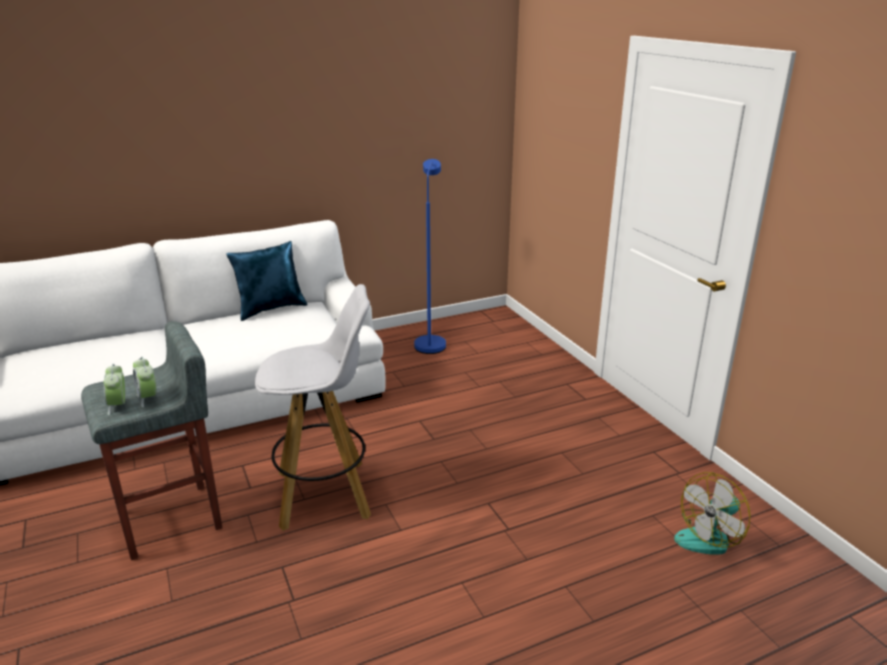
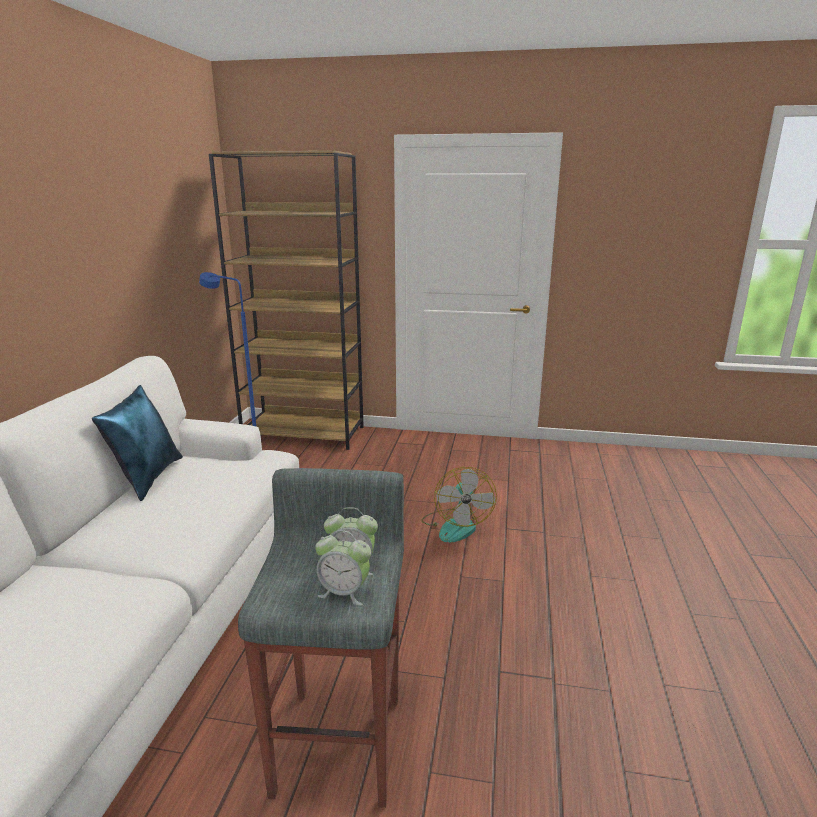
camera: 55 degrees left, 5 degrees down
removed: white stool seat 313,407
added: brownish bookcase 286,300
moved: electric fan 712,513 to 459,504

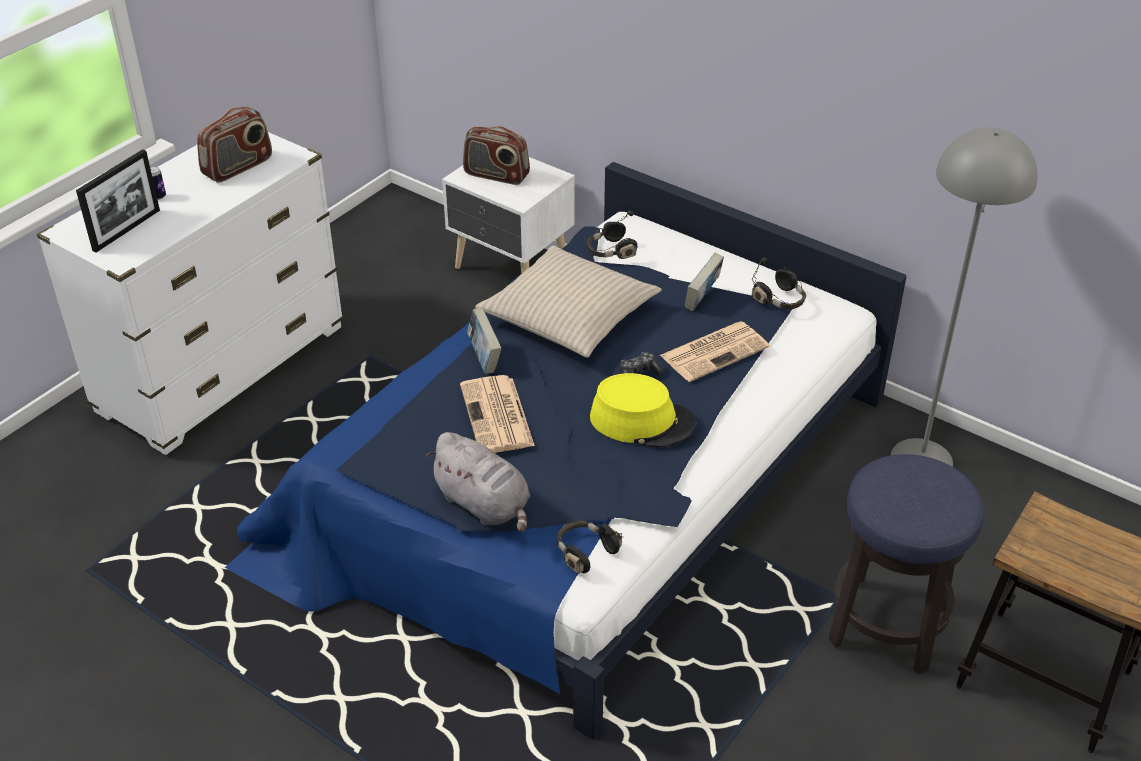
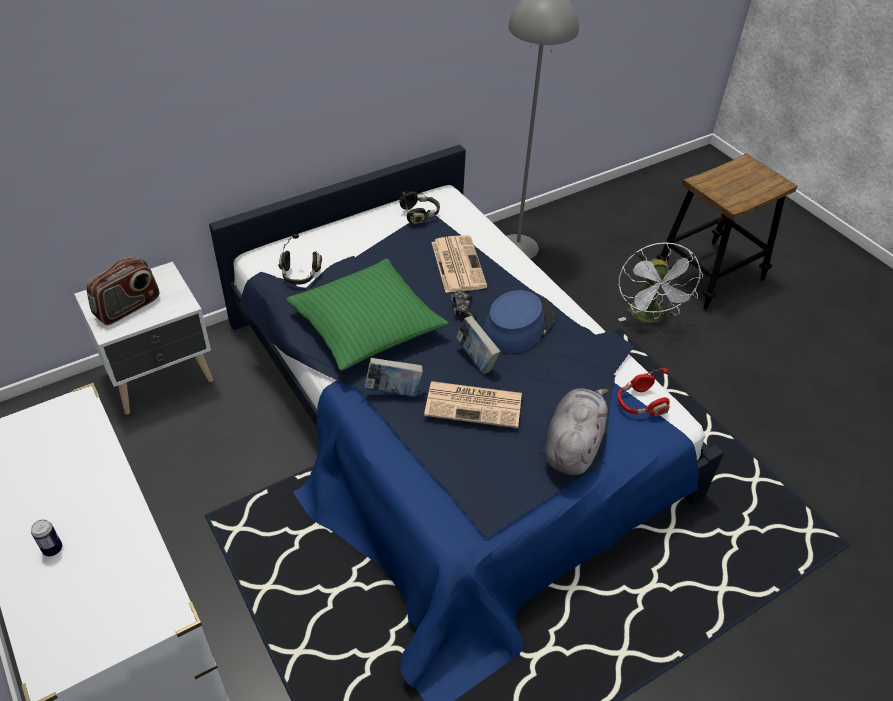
camera: 70 degrees left, 5 degrees up
removed: picture frame 118,201; radio 234,145
moved: volume 704,282 to 478,345
replaced: stool seat 906,564 to white electric fan 660,283
recoloured: beige-coloured pillow 568,302 to greenish pillow 367,315; black-coloured pair of headphones 590,547 to reddish pair of headphones 644,392; yellowish hat 643,410 to bluish hat 518,322
turned: grey soft toy 478,482 = 576,431 45 degrees counterclockwise

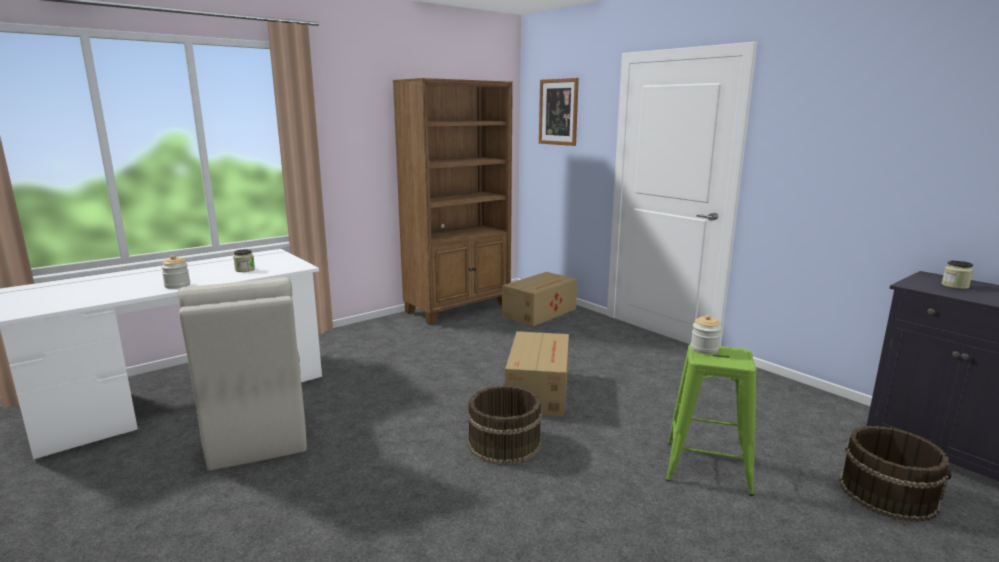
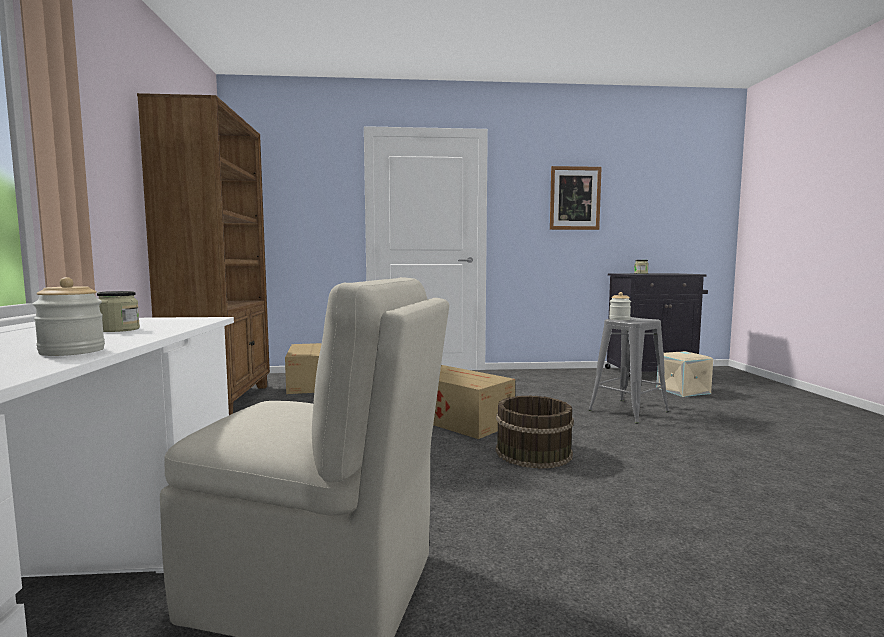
camera: 55 degrees left, 10 degrees down
moved: wall picture 559,112 to 576,198
replaced: brownish bucket 895,473 to beige-coloured storage box 684,374
recoloured: greenish stool seat 711,420 to grey stool seat 629,370

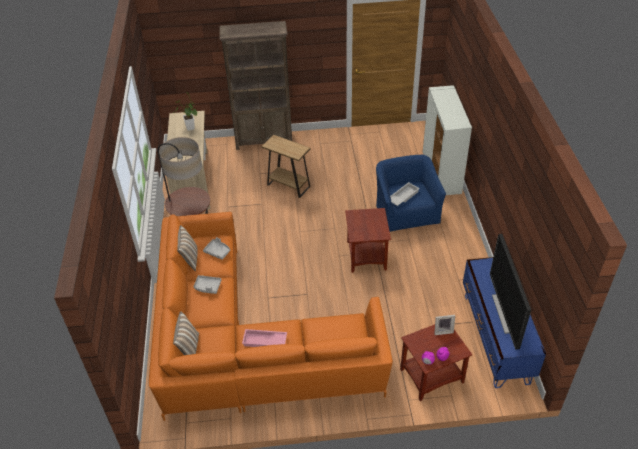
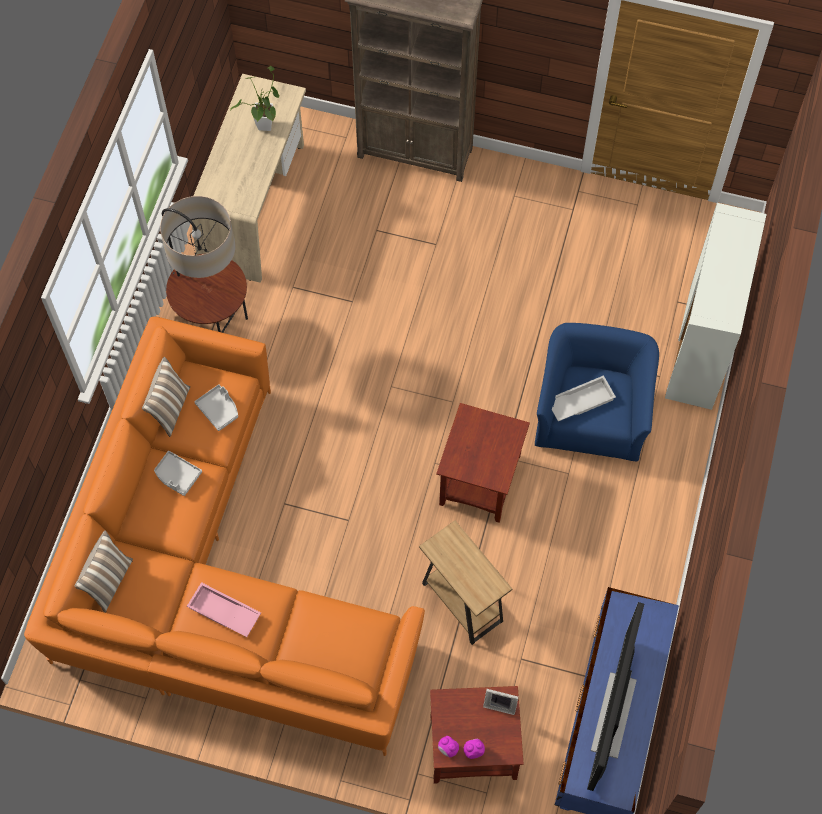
camera: 20 degrees right, 20 degrees up
moved: brownish accent table 286,166 to 465,582

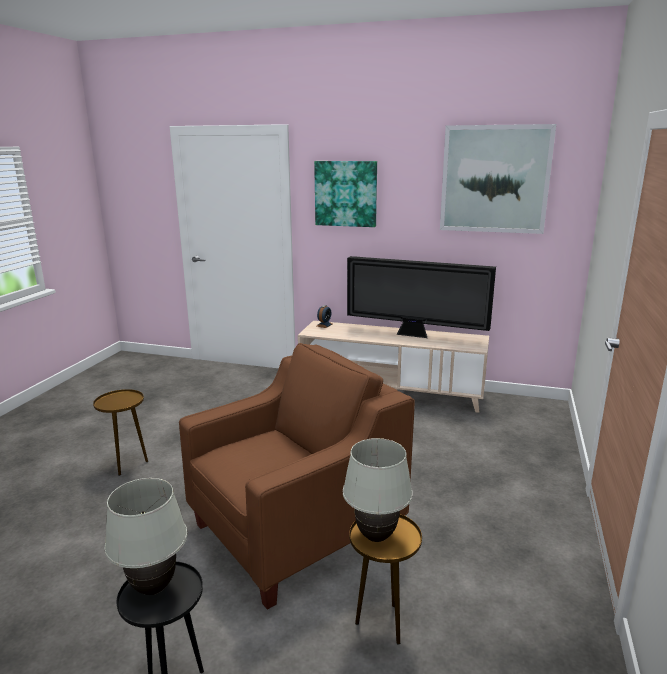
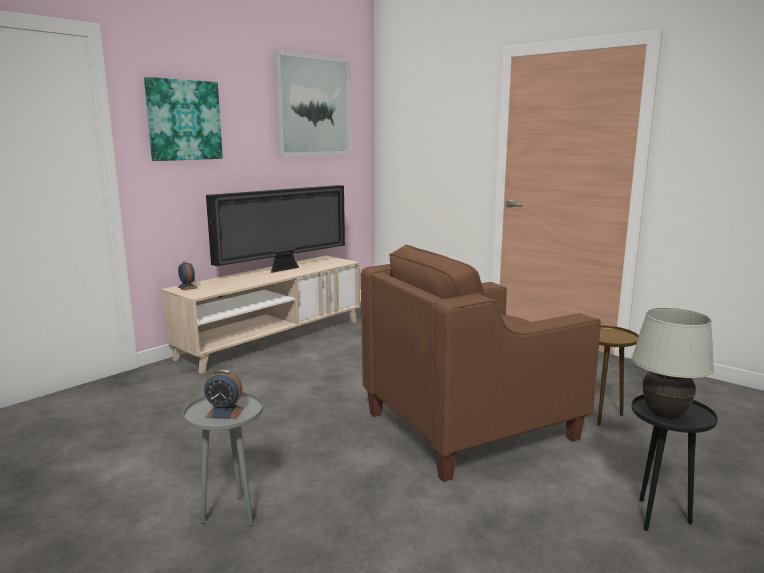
camera: 65 degrees left, 5 degrees down
removed: white lamp for a table 378,490
added: alarm clock 224,394
recoloured: brownish accent table 120,432 to grey accent table 223,459
turned: brownish armchair 297,476 = 481,363 105 degrees counterclockwise

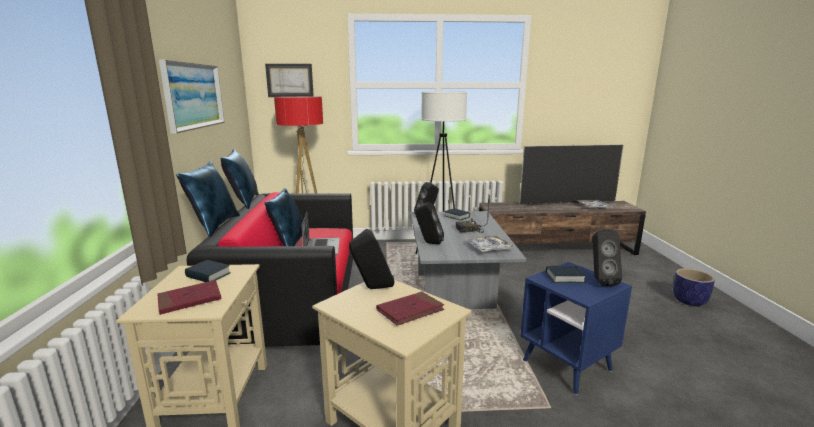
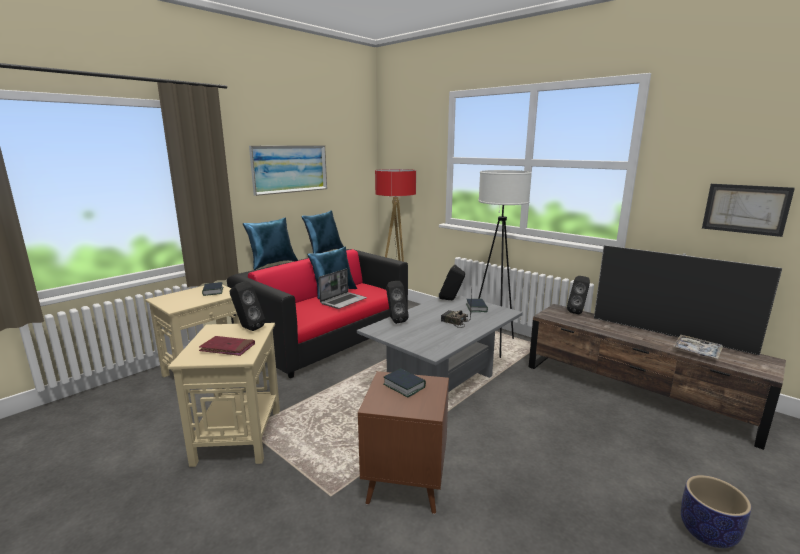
camera: 45 degrees right, 0 degrees up
removed: reddish volume 189,297; tray 490,243
moved: wall picture 289,80 to 748,210; black-coloured loudspeaker 607,257 to 578,295
recoloured: bluish accent table 576,328 to brownish accent table 403,442

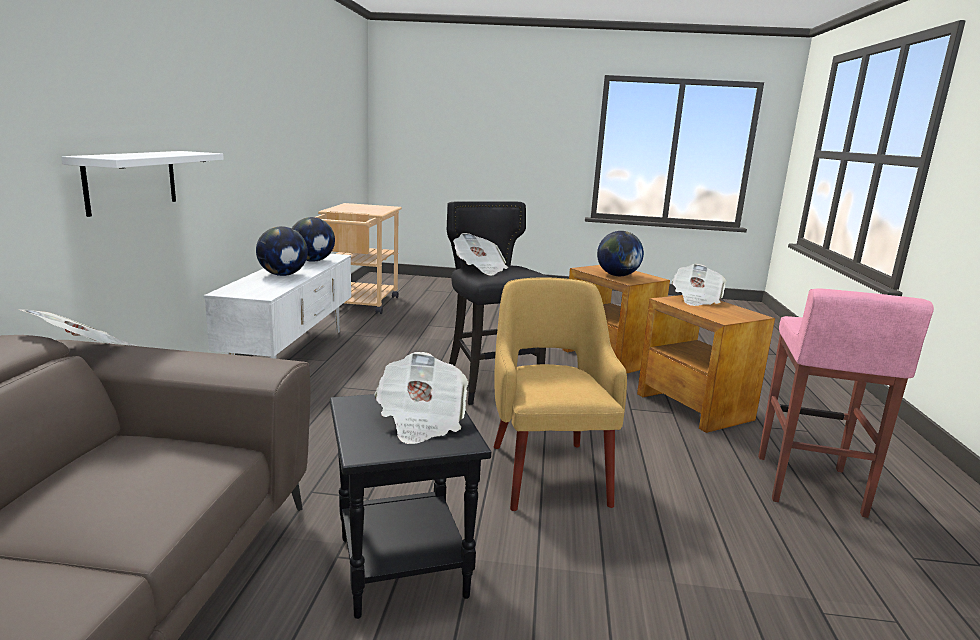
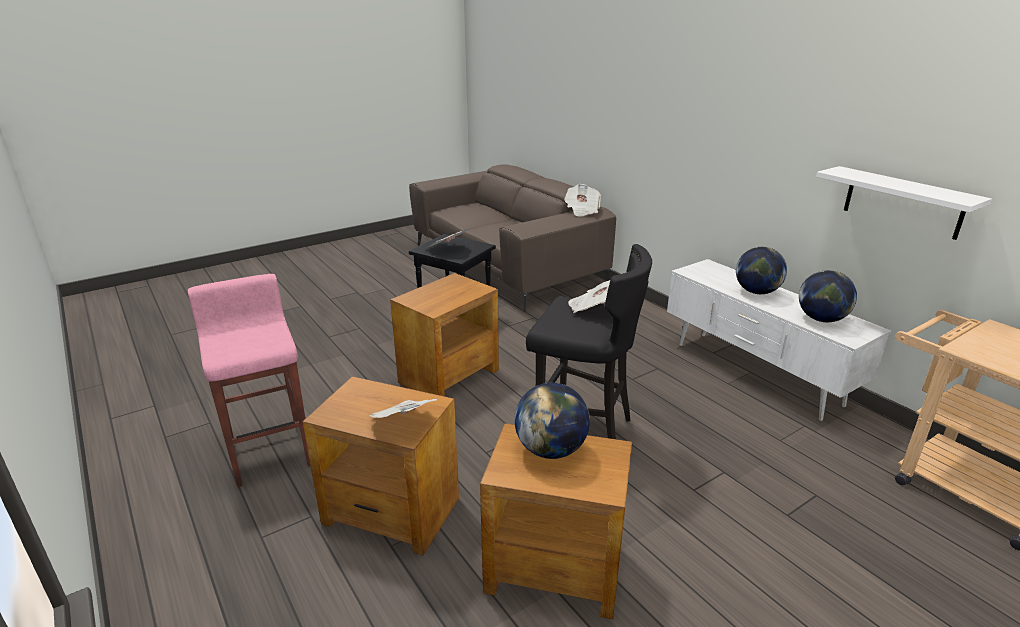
camera: 140 degrees right, 10 degrees up
moved: white wall shelf 142,184 to 904,203
replaced: yellowish armchair 560,394 to brownish accent table 444,334

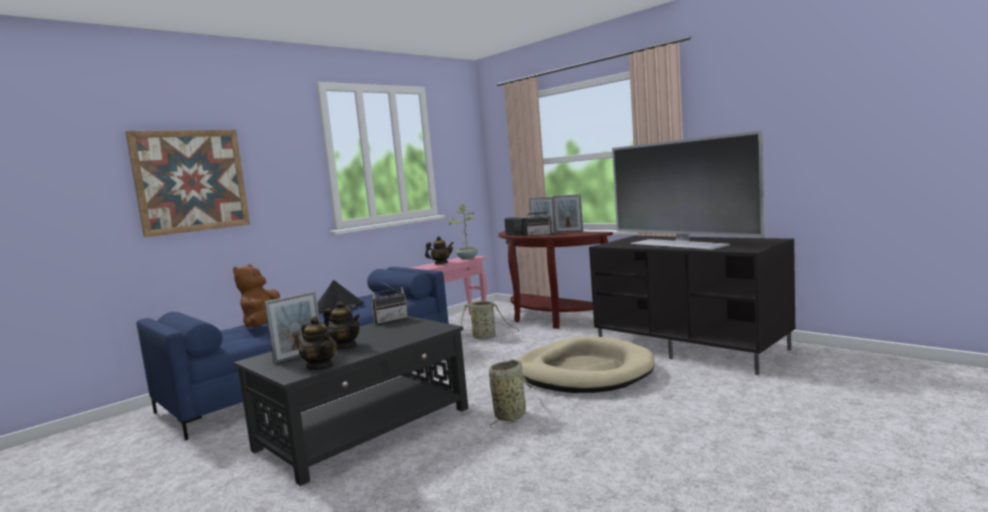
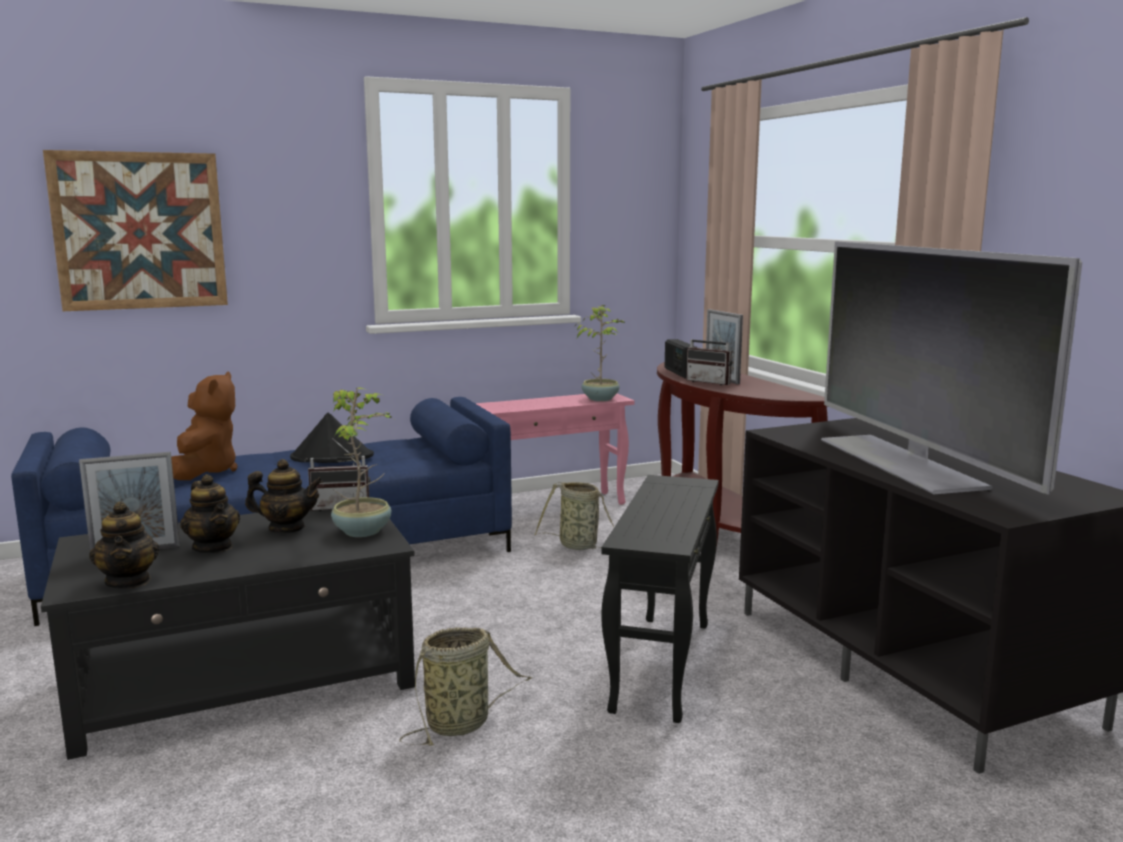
camera: 20 degrees right, 5 degrees up
removed: picture frame 567,213
added: houseplant 362,462
moved: teapot 439,250 to 284,496
replaced: beige-coloured dog bed 586,364 to black-coloured accent table 659,599
turned: brownish soft toy 256,296 = 204,426 150 degrees clockwise

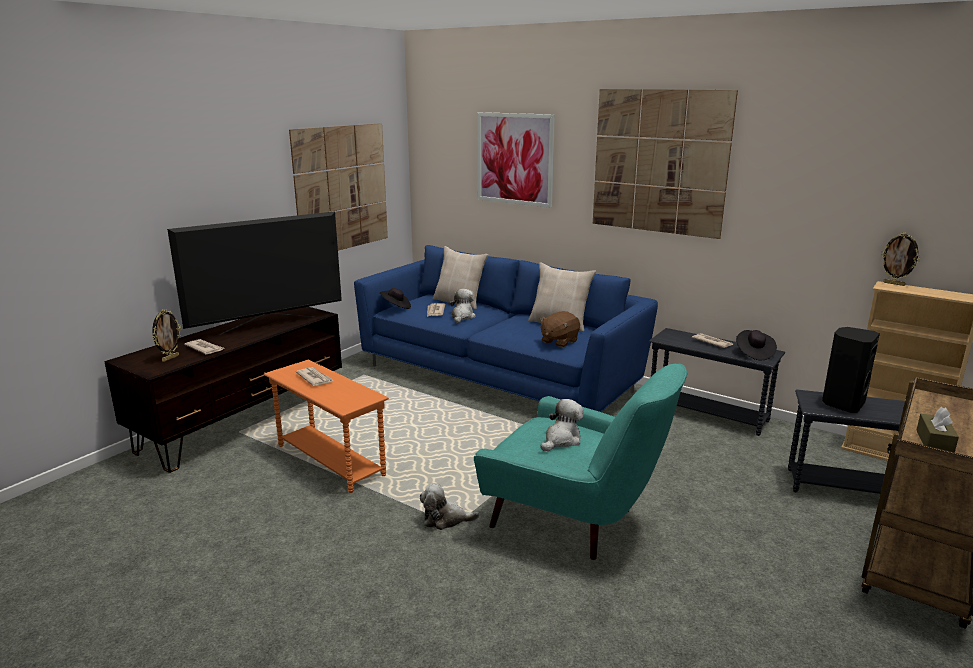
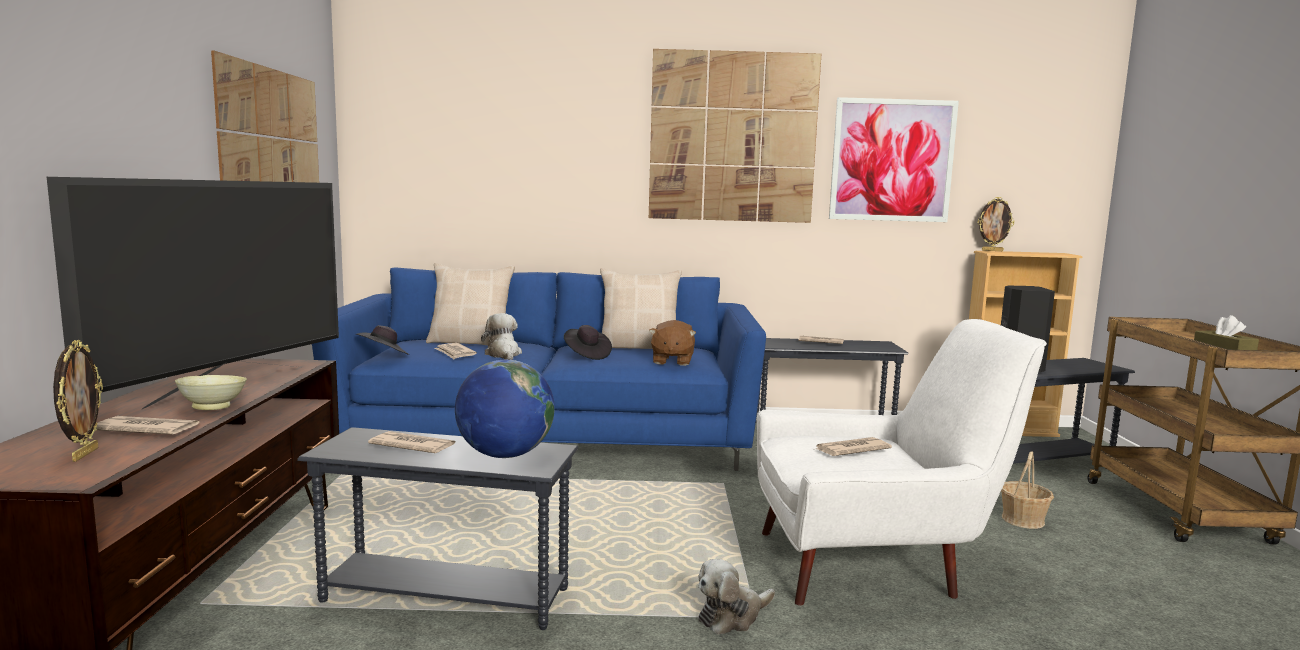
camera: 35 degrees left, 10 degrees down
added: beige-coloured serving bowl 211,392; world globe 505,409; basket 1027,490
moved: wall picture 516,160 to 894,159; black-coloured hat 756,345 to 588,342
replaced: soft toy 562,425 to daily paper 852,446
recoloured: orangey accent table 326,426 to grey accent table 437,528; blue-green armchair 580,462 to white armchair 901,462

